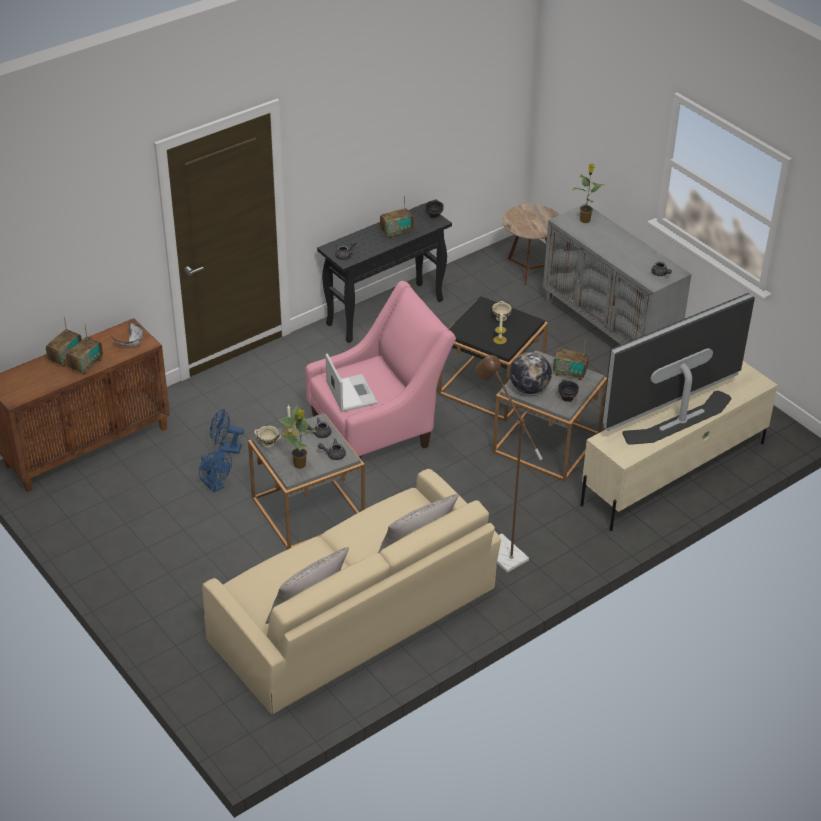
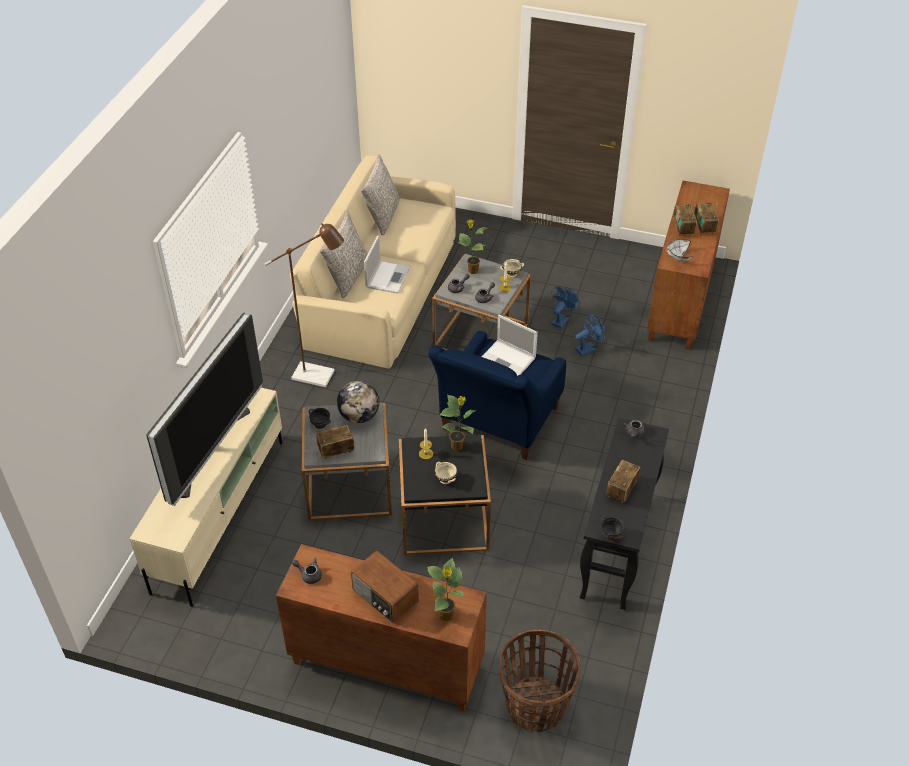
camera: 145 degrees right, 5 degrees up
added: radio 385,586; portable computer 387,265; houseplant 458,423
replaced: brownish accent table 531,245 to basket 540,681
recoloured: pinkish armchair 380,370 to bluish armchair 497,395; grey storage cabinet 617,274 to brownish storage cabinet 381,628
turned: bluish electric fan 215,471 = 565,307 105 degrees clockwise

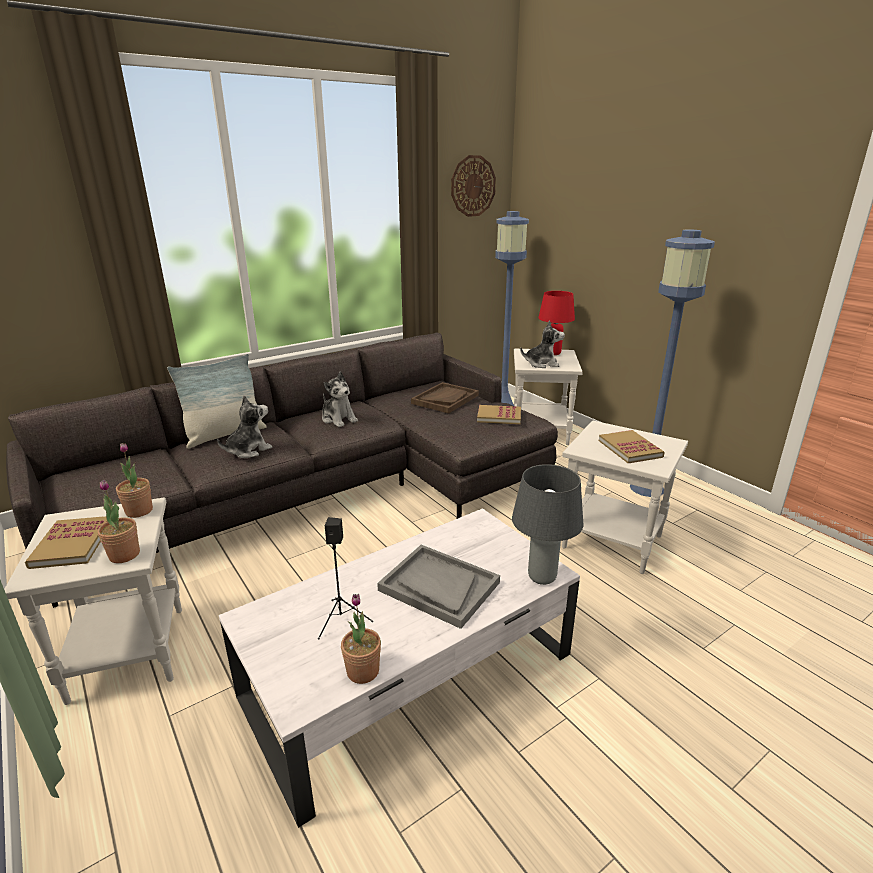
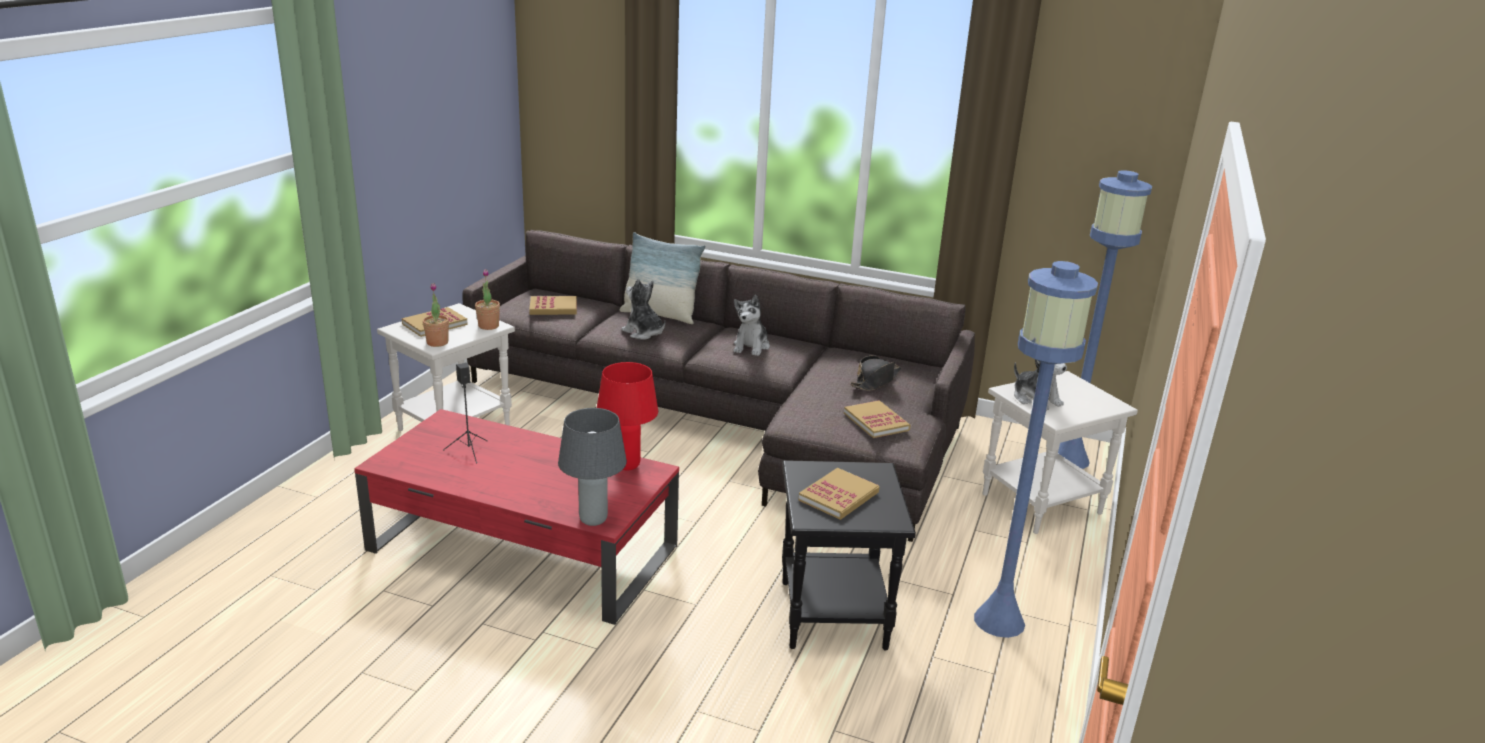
camera: 55 degrees right, 0 degrees up
removed: houseplant 361,639; grey tray 438,587; clock on the wall 473,186
added: volume 553,305
moved: reddish lamp for a table 556,323 to 627,416
replaced: brownish tray 445,398 to black-coloured hat 876,373
recoloured: white lounge table 399,668 to reddish lounge table 516,517; white accent table 625,497 to black-coloured accent table 849,555
turned: soft toy 245,426 = 643,309 150 degrees counterclockwise

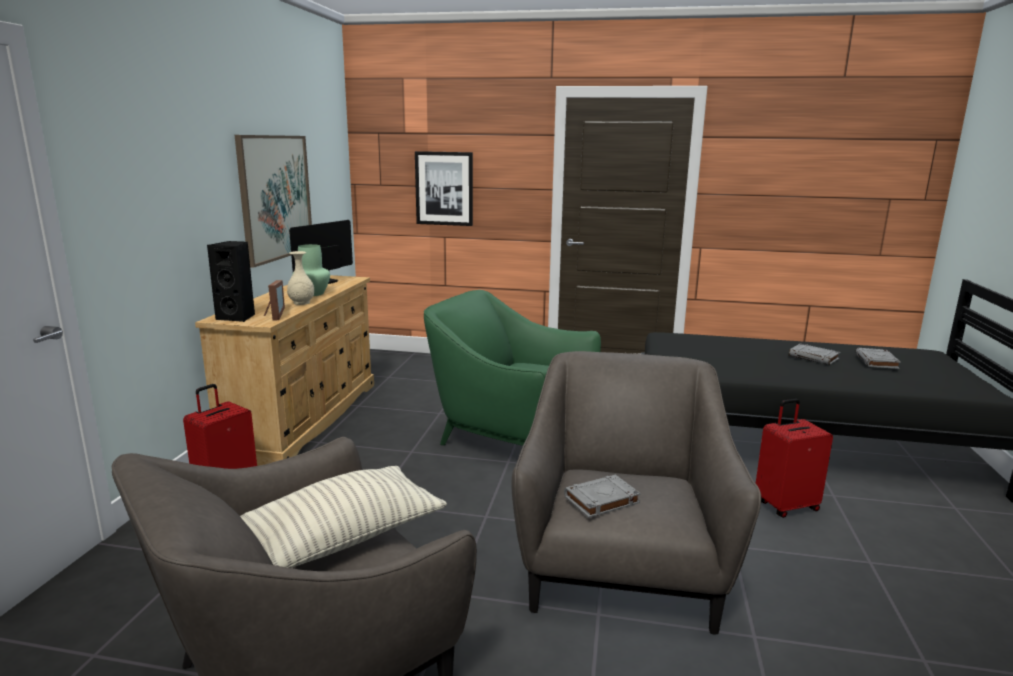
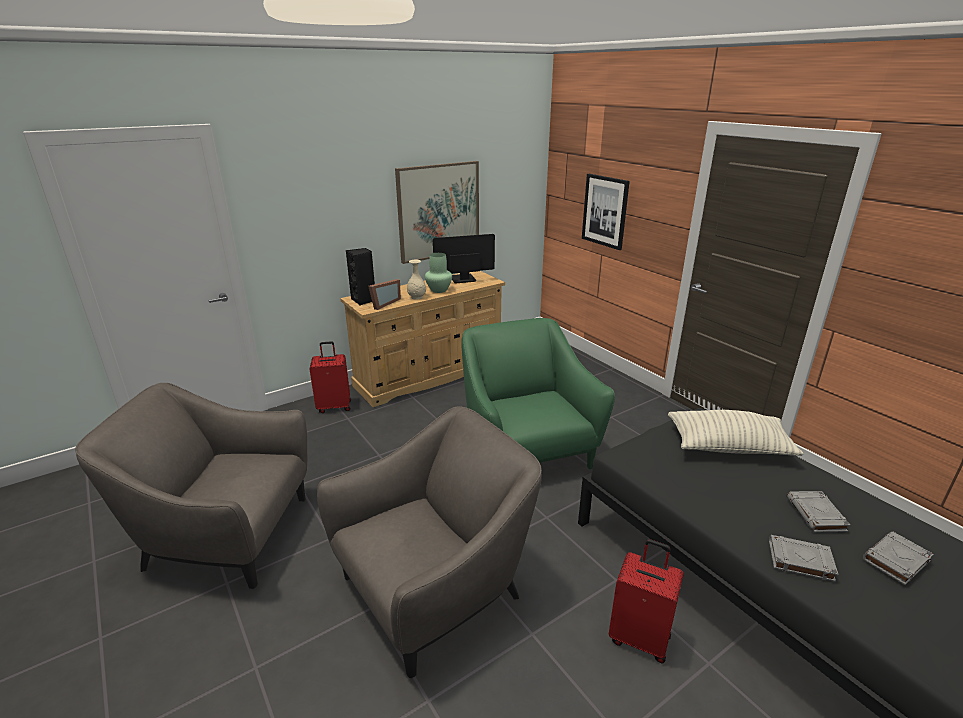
camera: 45 degrees right, 10 degrees up
moved: pillow 343,517 to 735,433; grey volume 602,496 to 804,558

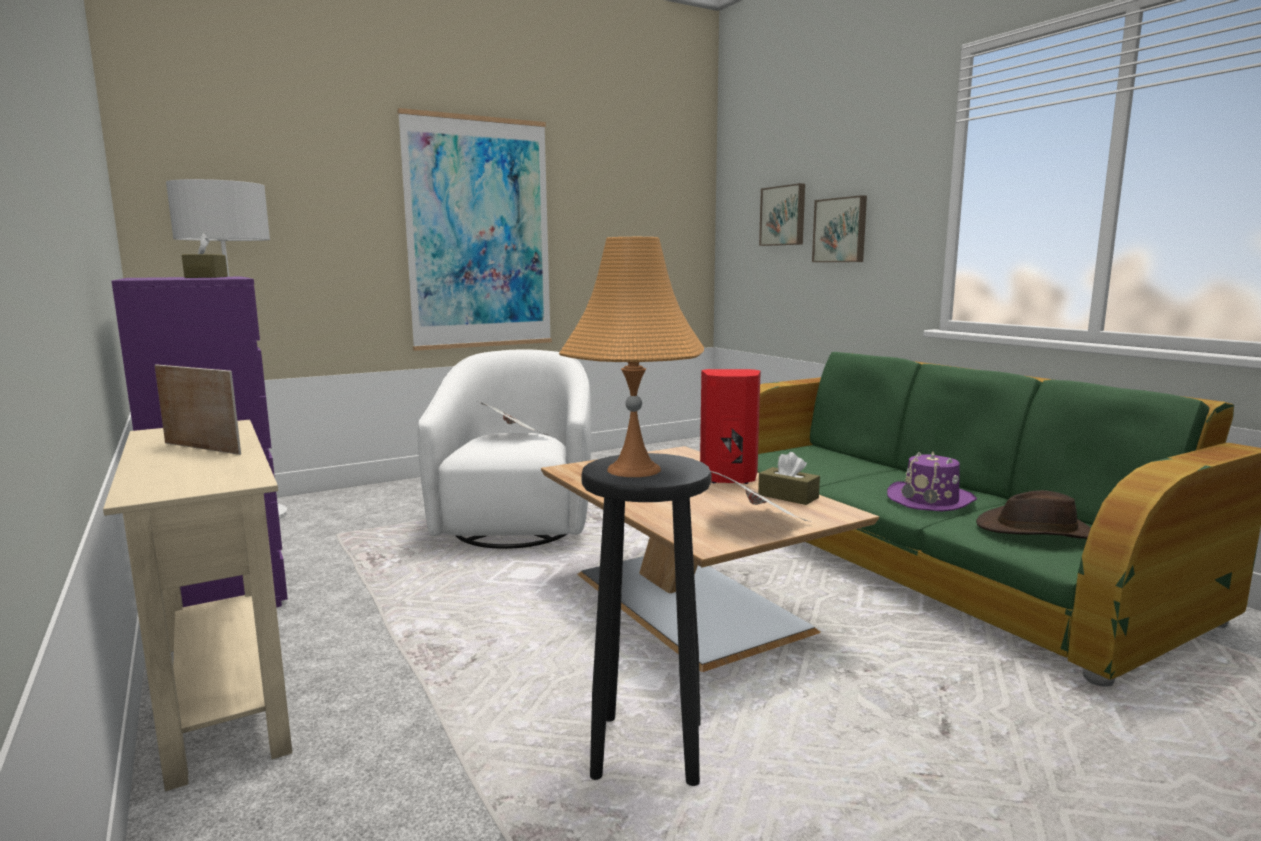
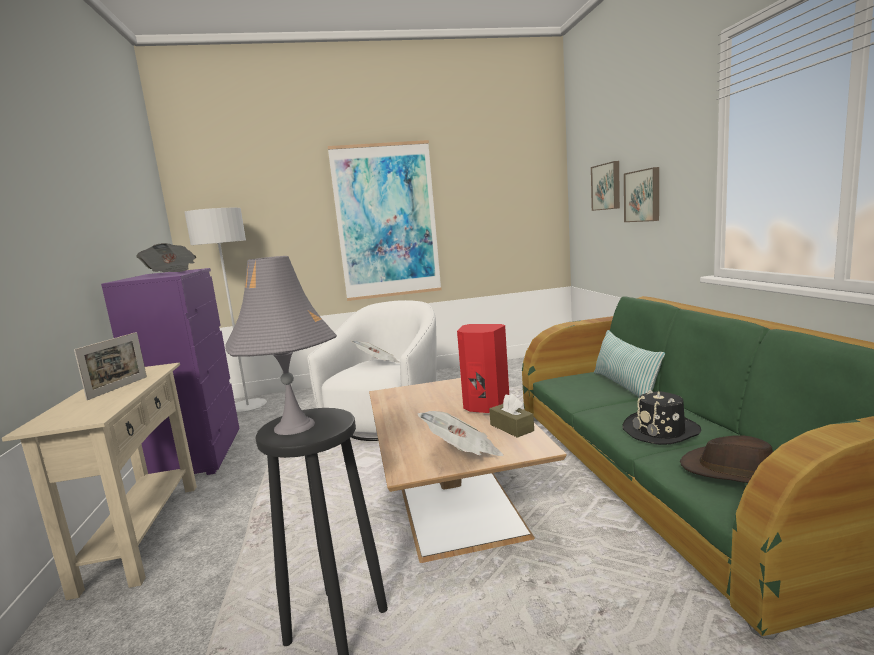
camera: 20 degrees right, 0 degrees up
added: pillow 629,364
replaced: brownish tissue box 205,255 to daily paper 166,257
recoloured: orangey lamp for a table 631,357 to grey lamp for a table 281,345; purple-coloured hat 932,481 to black-coloured hat 661,417
turned: picture frame 198,409 = 110,366 60 degrees clockwise

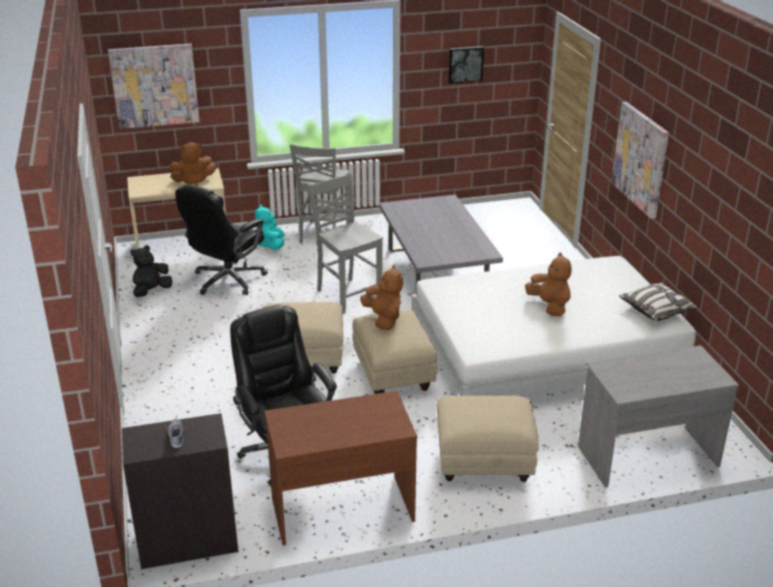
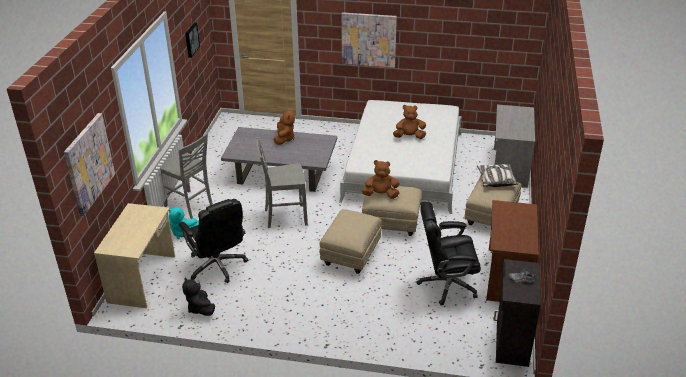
camera: 65 degrees left, 5 degrees up
moved: brownish soft toy 193,164 to 284,127; pillow 658,302 to 498,175

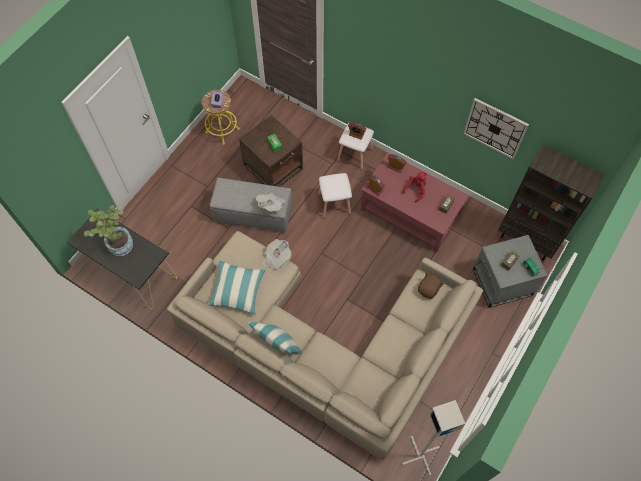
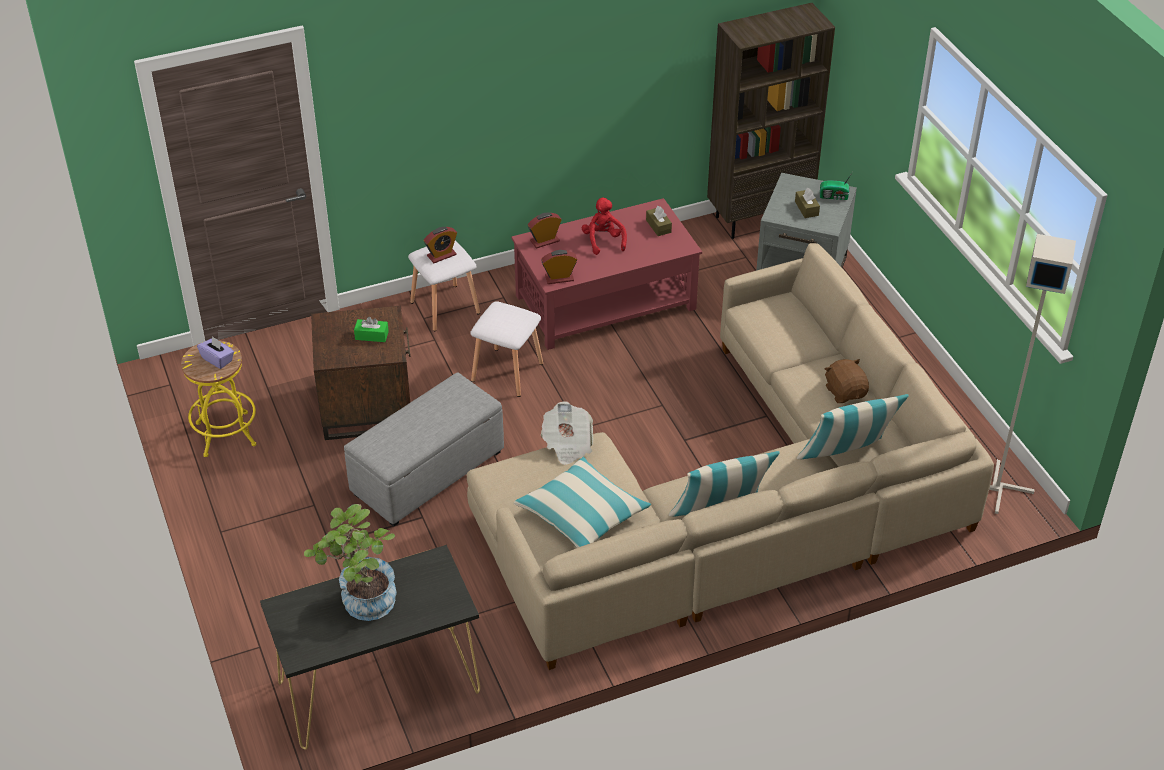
camera: 55 degrees left, 20 degrees down
removed: daily paper 270,202; clock on the wall 496,128
added: pillow 853,427
moved: brownish soft toy 431,286 to 847,381

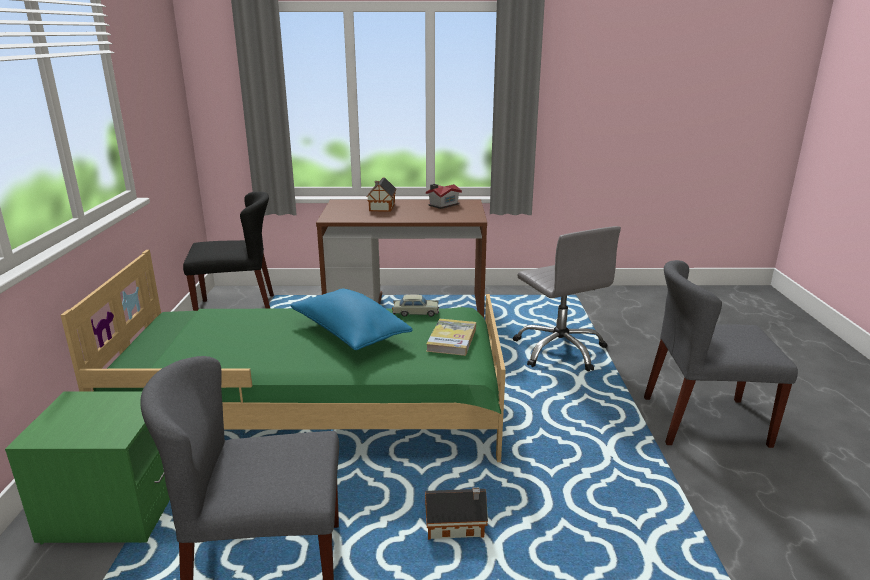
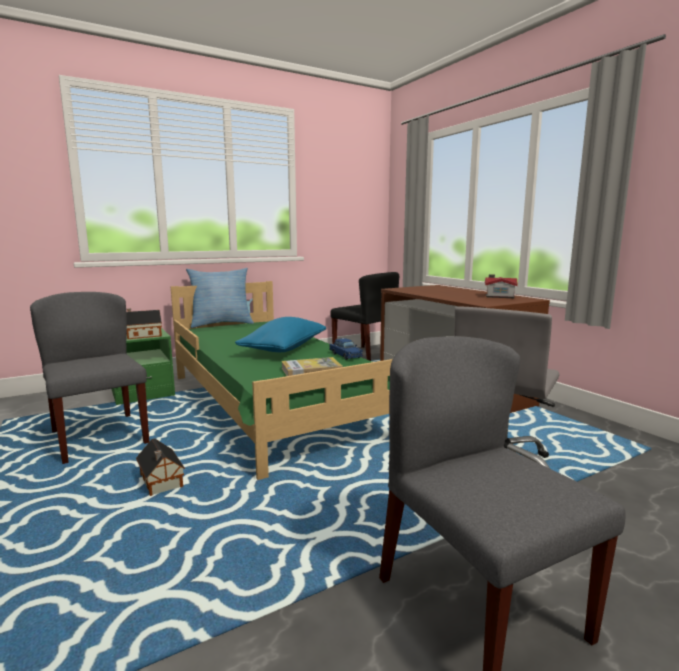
camera: 60 degrees right, 10 degrees down
added: pillow 220,298
moved: miniature house 382,195 to 144,323
recoloured: beige-coloured miniature car 415,306 to bluish miniature car 346,349

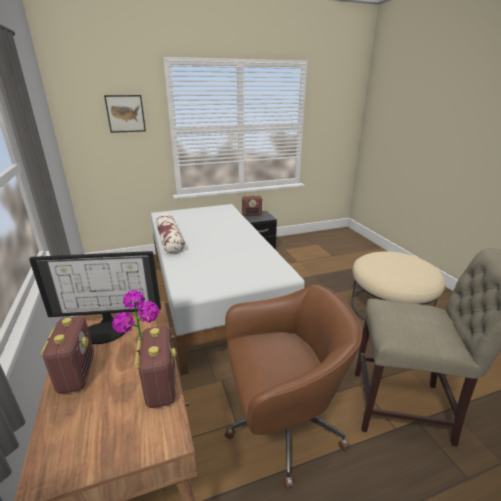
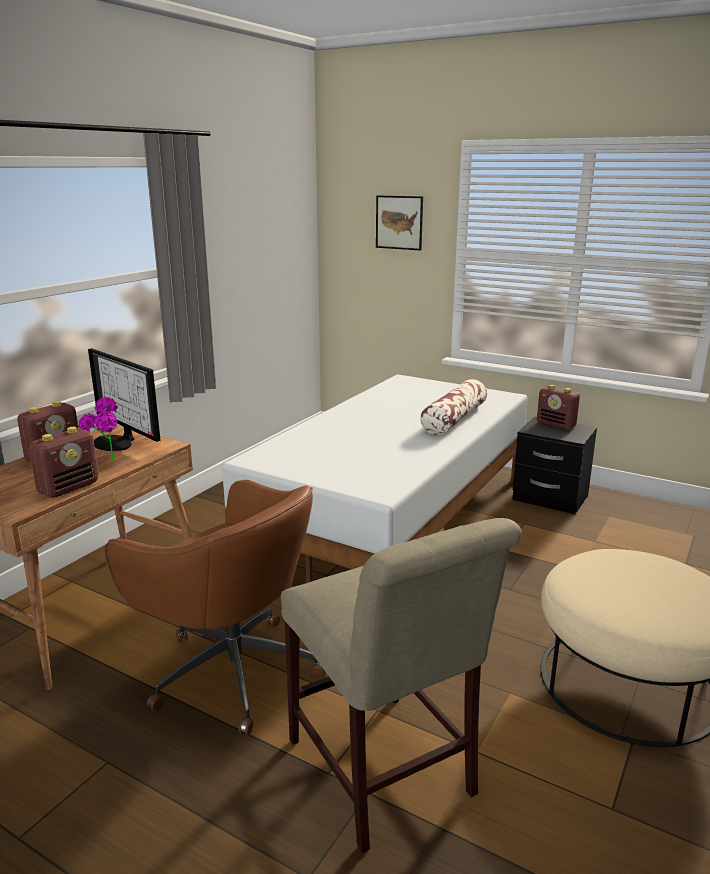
camera: 50 degrees right, 5 degrees down
moved: pillow 170,233 to 453,407

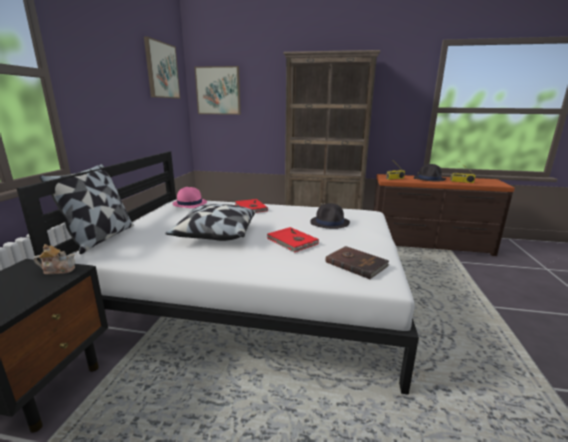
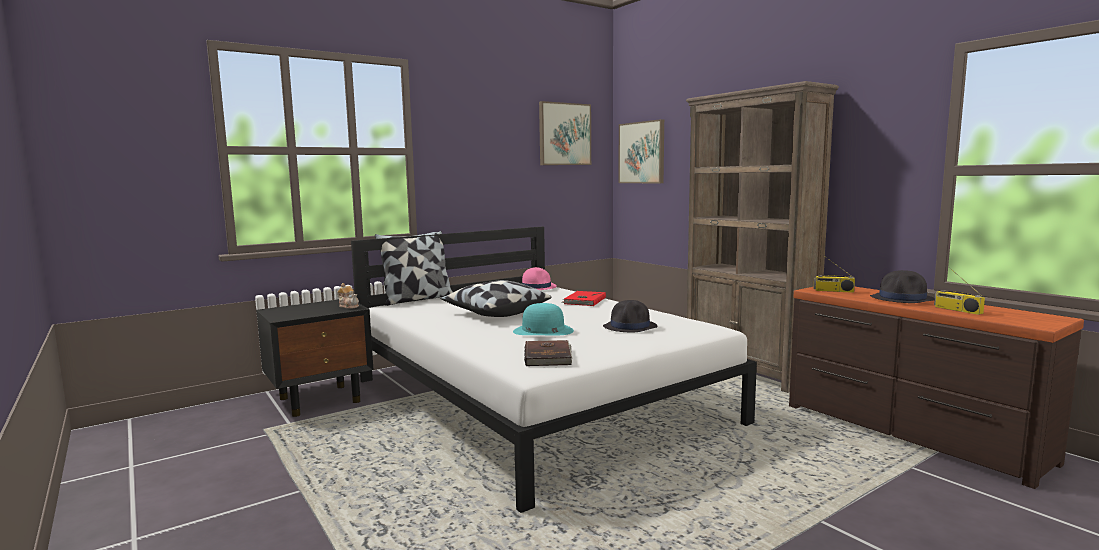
camera: 45 degrees right, 10 degrees down
replaced: reddish volume 293,239 to blue-green hat 543,319

